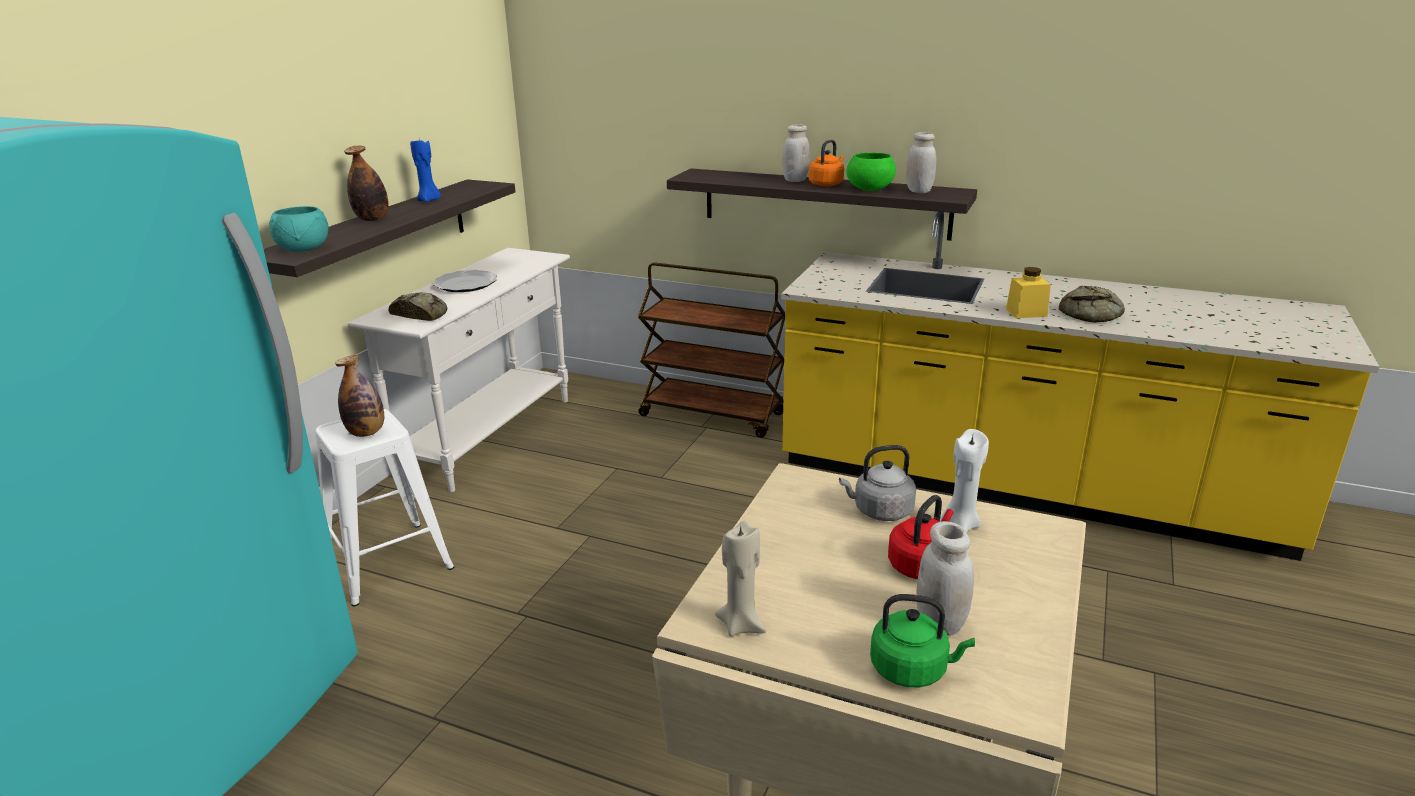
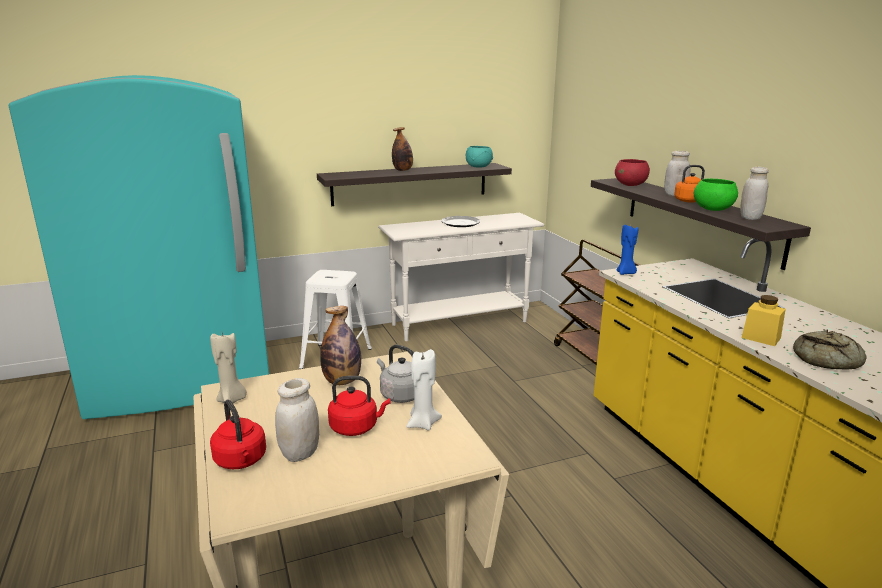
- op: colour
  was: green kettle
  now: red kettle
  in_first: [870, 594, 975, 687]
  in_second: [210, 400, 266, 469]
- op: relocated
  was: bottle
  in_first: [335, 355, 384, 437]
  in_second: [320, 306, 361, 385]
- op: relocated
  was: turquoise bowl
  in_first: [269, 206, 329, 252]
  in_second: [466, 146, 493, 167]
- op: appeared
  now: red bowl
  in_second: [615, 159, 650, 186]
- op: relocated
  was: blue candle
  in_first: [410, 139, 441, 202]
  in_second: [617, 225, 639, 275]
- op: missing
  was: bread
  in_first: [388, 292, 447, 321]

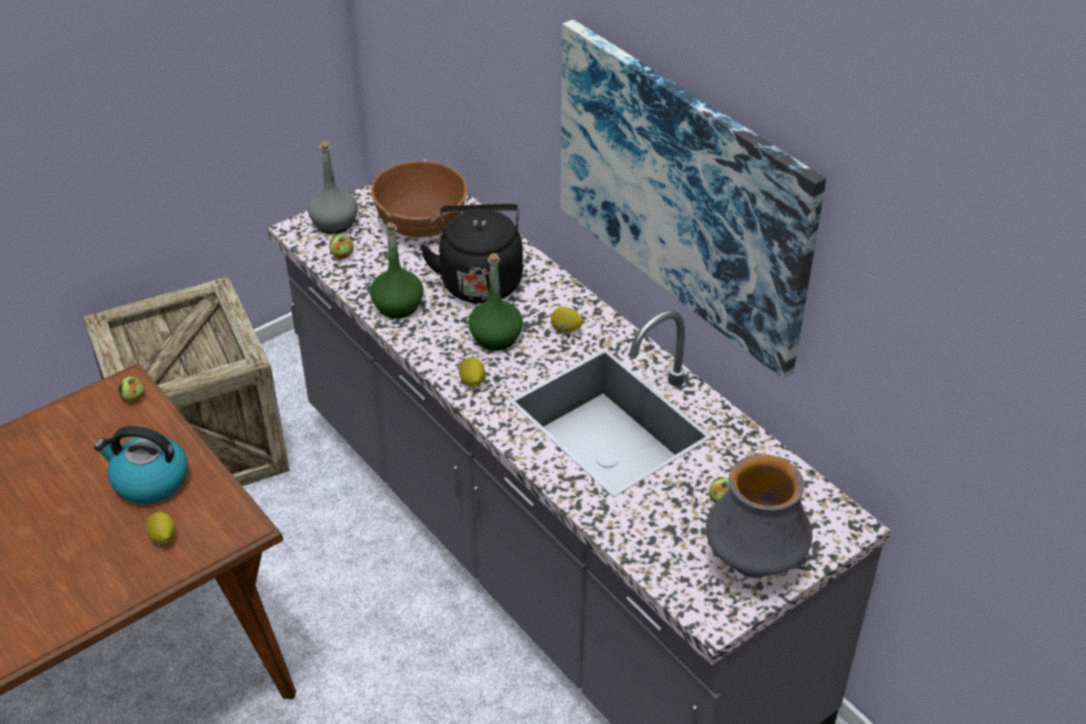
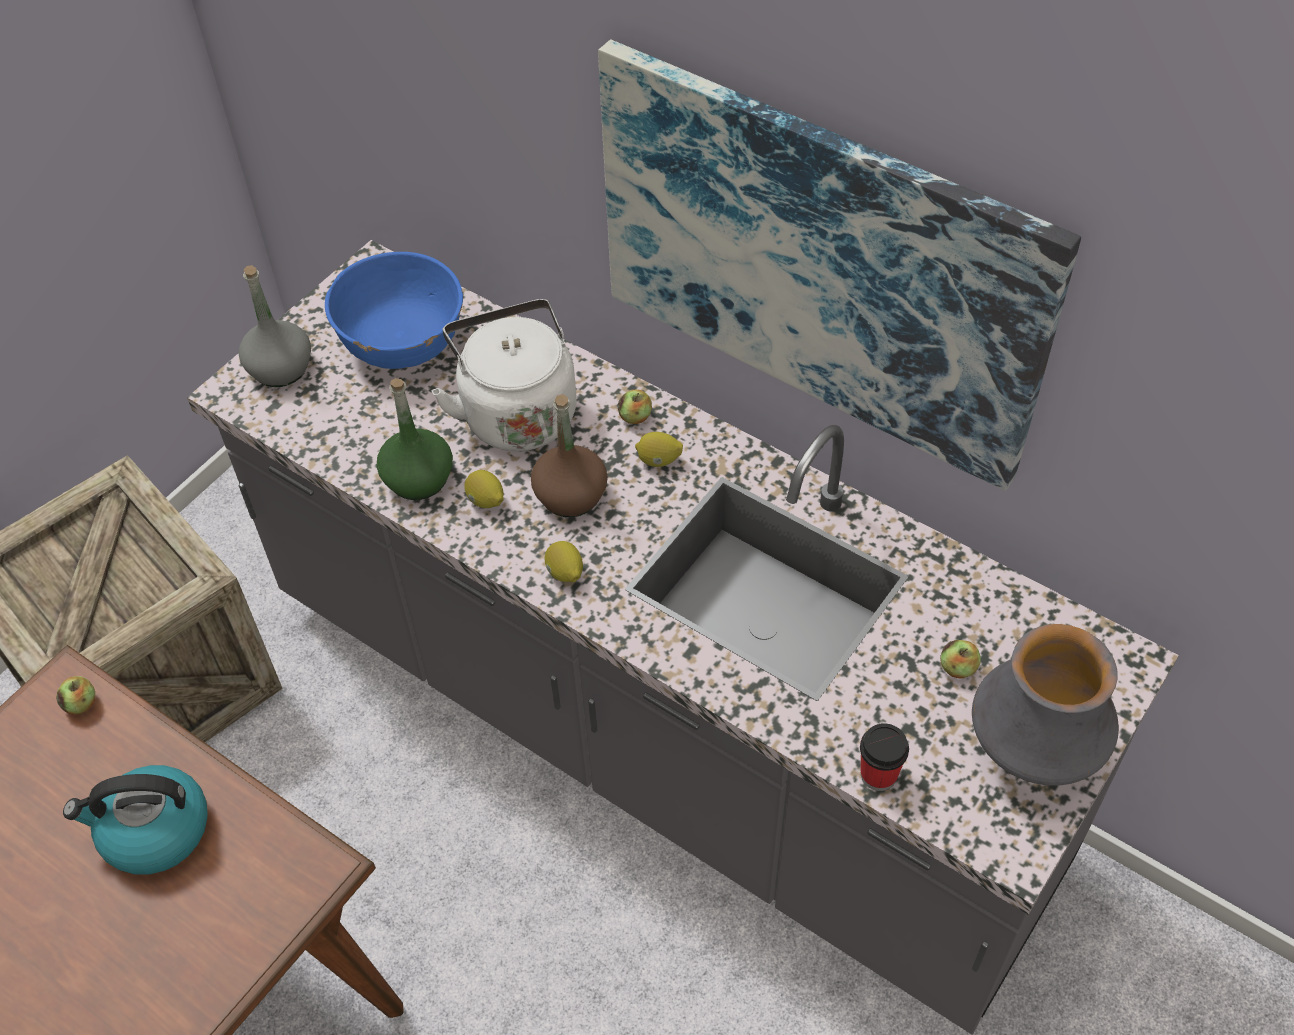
- op: colour
  was: brown bowl
  now: blue bowl
  in_first: [371, 161, 467, 237]
  in_second: [325, 252, 463, 369]
- op: colour
  was: black kettle
  now: white kettle
  in_first: [420, 204, 523, 304]
  in_second: [432, 299, 577, 451]
- op: relocated
  was: lemon
  in_first: [146, 512, 175, 543]
  in_second: [464, 470, 504, 508]
- op: colour
  was: green bottle
  now: brown bottle
  in_first: [468, 253, 523, 351]
  in_second: [531, 394, 608, 517]
- op: relocated
  was: apple
  in_first: [329, 235, 354, 259]
  in_second: [618, 389, 652, 424]
- op: appeared
  now: cup
  in_second: [860, 723, 909, 791]

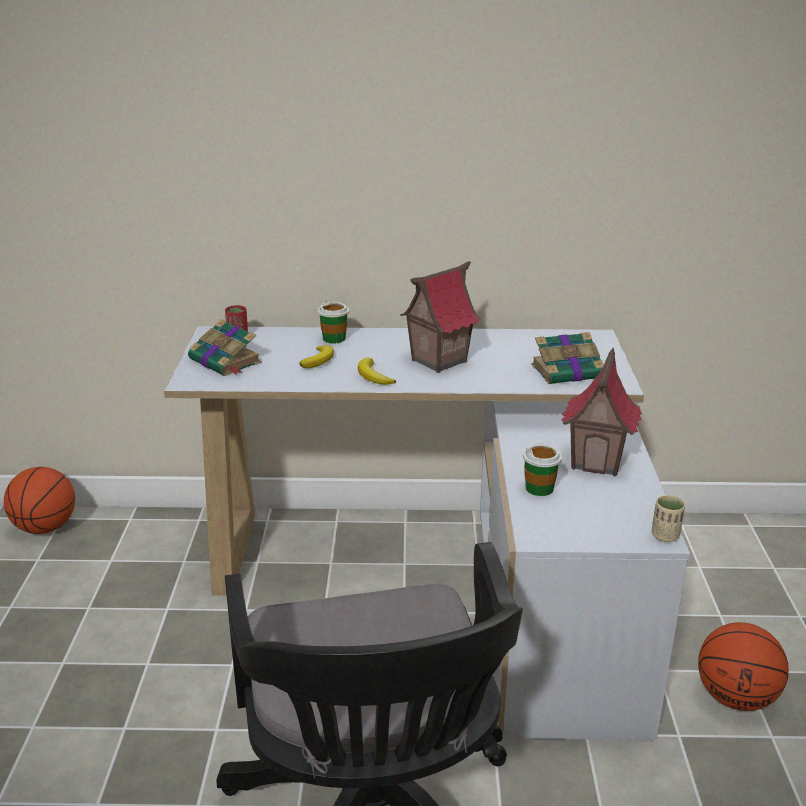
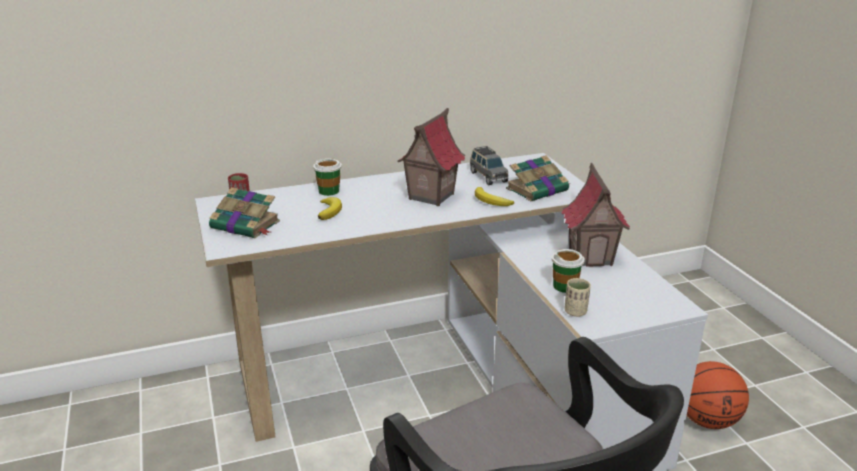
- op: appeared
  now: grey toy car
  in_second: [470, 146, 509, 185]
- op: relocated
  was: banana
  in_first: [358, 358, 396, 385]
  in_second: [475, 187, 514, 206]
- op: relocated
  was: beige cup
  in_first: [652, 495, 685, 542]
  in_second: [564, 278, 591, 317]
- op: missing
  was: basketball
  in_first: [4, 467, 75, 534]

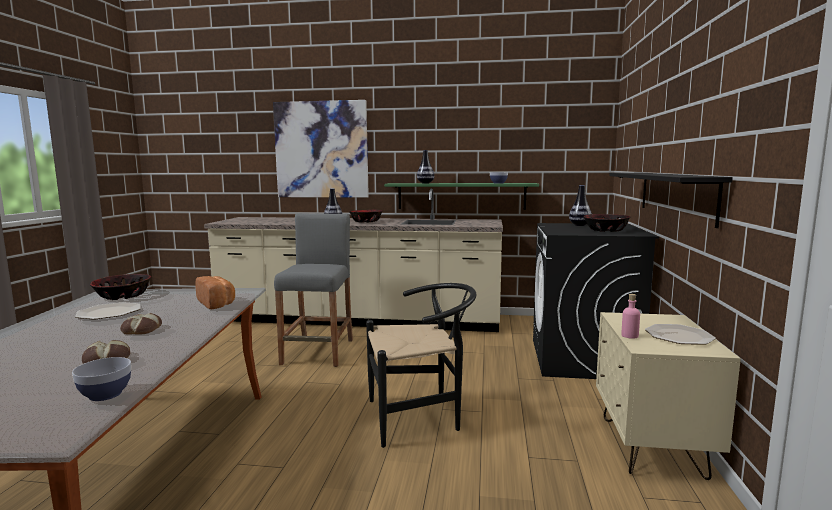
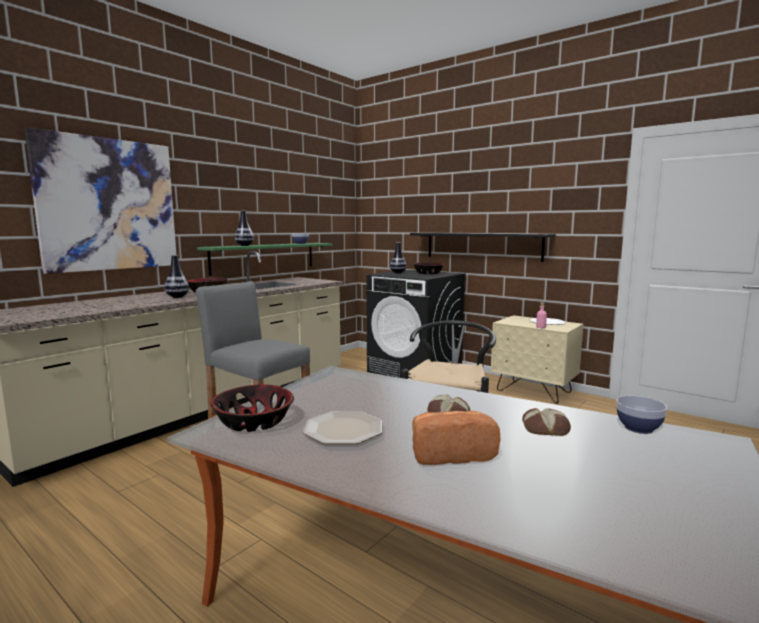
- op: relocated
  was: bread
  in_first: [195, 276, 235, 309]
  in_second: [412, 411, 500, 465]

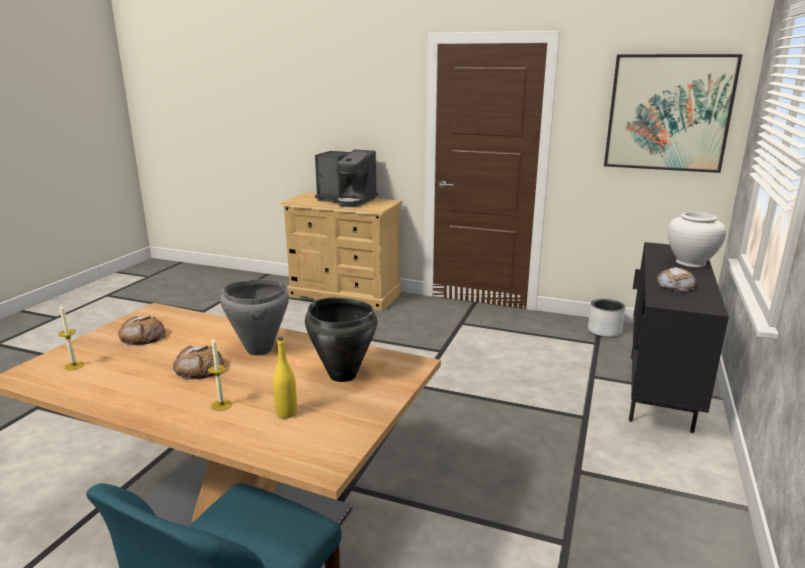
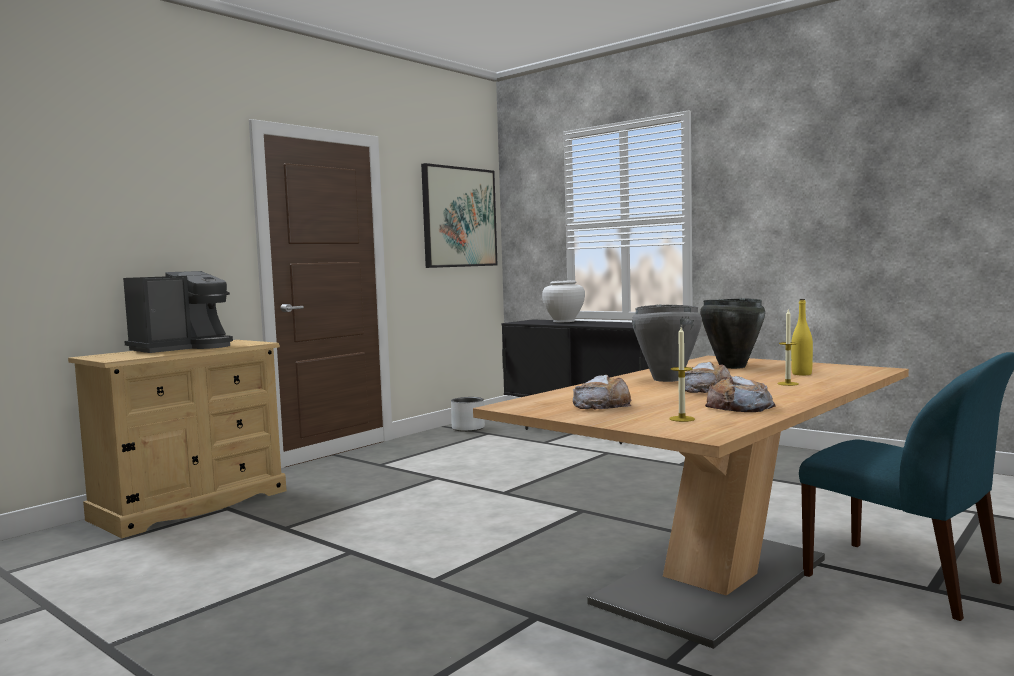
- op: relocated
  was: bread
  in_first: [657, 267, 696, 292]
  in_second: [705, 376, 775, 412]

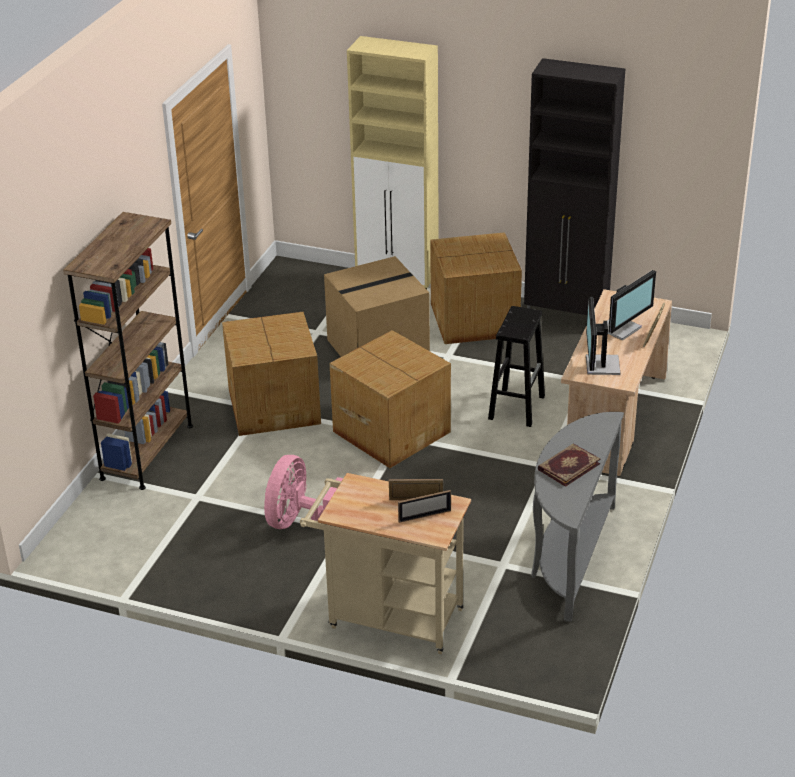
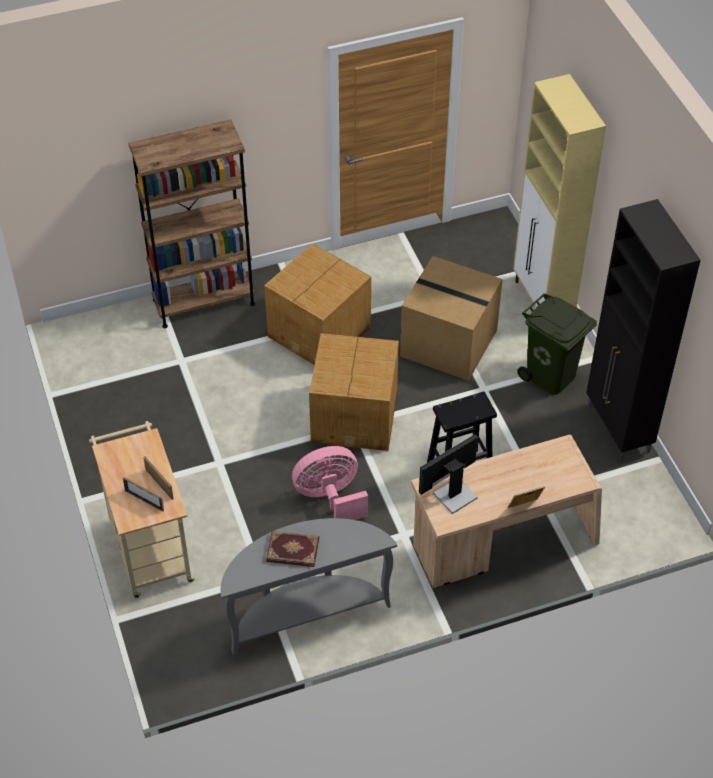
- op: relocated
  was: pink fan
  in_first: [264, 455, 343, 529]
  in_second: [292, 446, 368, 520]
- op: exchanged
  was: cardboard box
  now: green trash can
  in_first: [430, 232, 522, 344]
  in_second: [517, 293, 597, 394]
- op: missing
  was: monitor
  in_first: [607, 270, 656, 340]

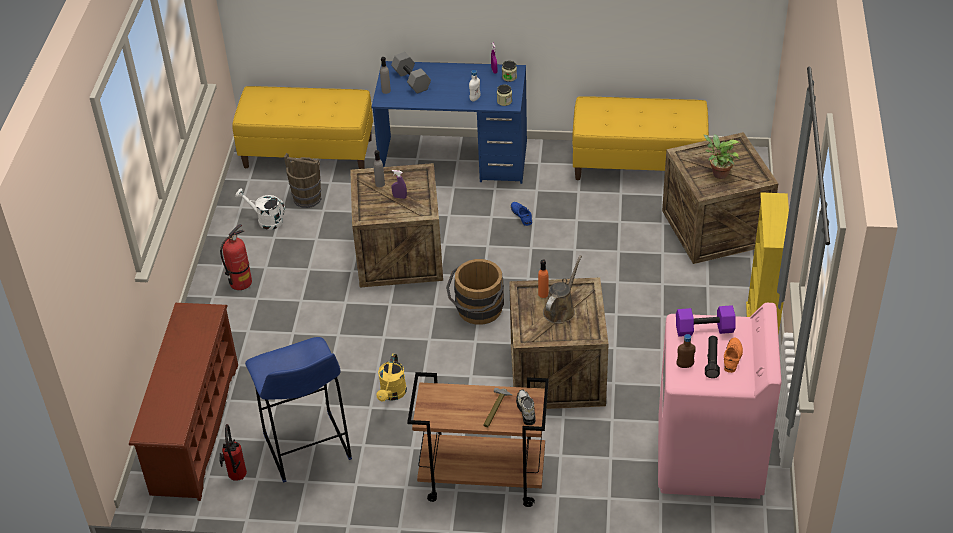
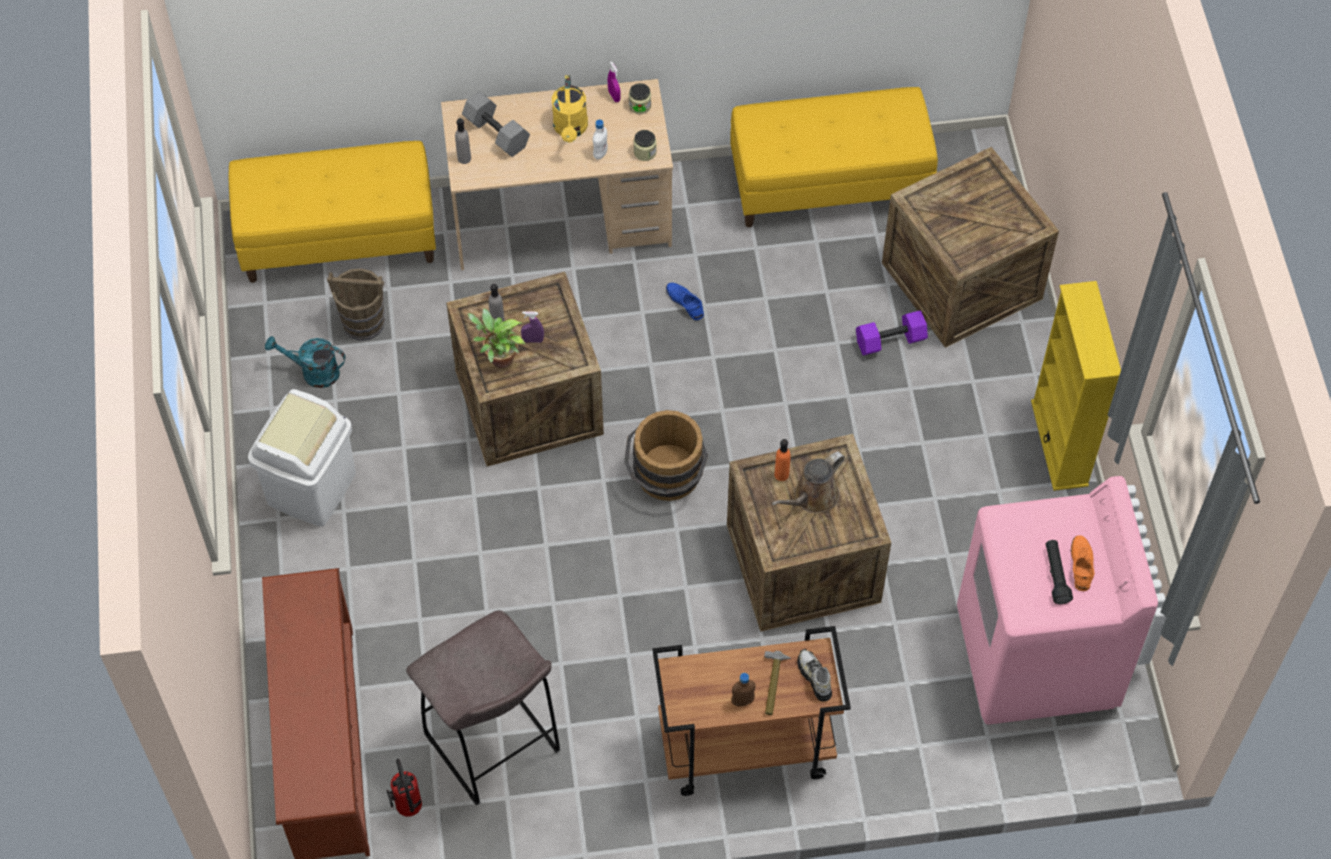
- op: exchanged
  was: fire extinguisher
  now: white trash can
  in_first: [220, 224, 252, 290]
  in_second: [248, 389, 356, 526]
- op: colour
  was: white watering can
  now: turquoise watering can
  in_first: [235, 188, 286, 230]
  in_second: [265, 336, 345, 388]
- op: colour
  was: blue stool
  now: grey stool
  in_first: [245, 337, 352, 483]
  in_second: [406, 610, 561, 805]
- op: colour
  was: blue desk
  now: beige desk
  in_first: [372, 61, 527, 184]
  in_second: [441, 79, 673, 270]
- op: relocated
  was: potted plant
  in_first: [704, 134, 740, 179]
  in_second: [467, 309, 525, 368]
- op: relocated
  was: yellow watering can
  in_first: [376, 354, 407, 401]
  in_second: [552, 75, 588, 143]
- op: relocated
  was: brown bottle
  in_first: [677, 334, 696, 368]
  in_second: [731, 673, 756, 706]
- op: spun
  was: brown watering can
  in_first: [543, 255, 582, 324]
  in_second: [772, 451, 845, 513]
  clockwise: -150
- op: relocated
  was: purple dumbbell
  in_first: [676, 305, 736, 337]
  in_second: [856, 310, 928, 356]

